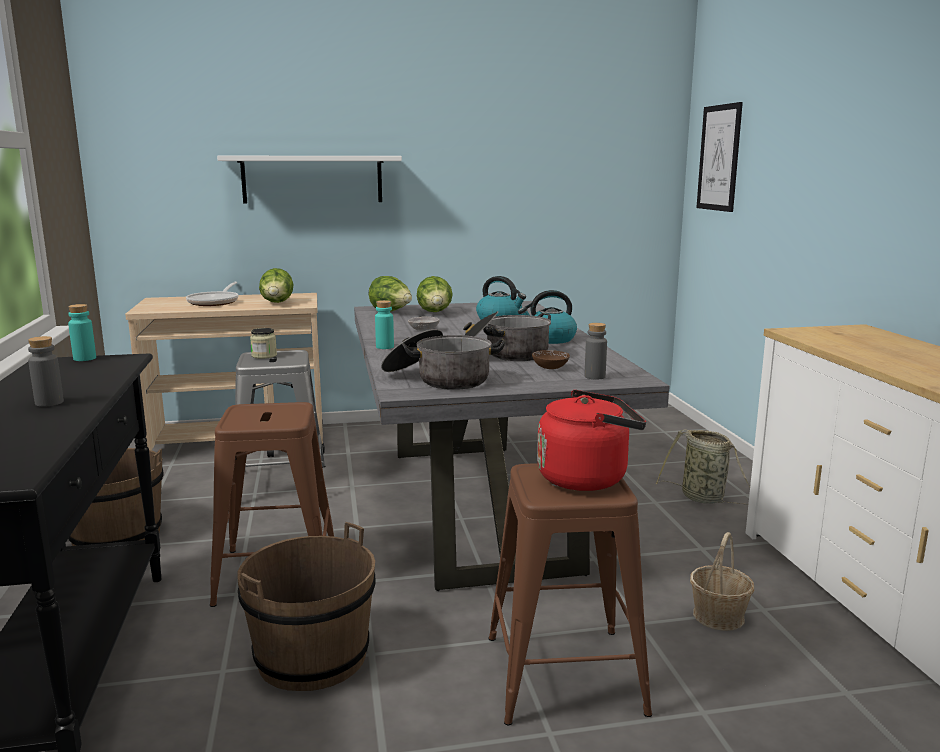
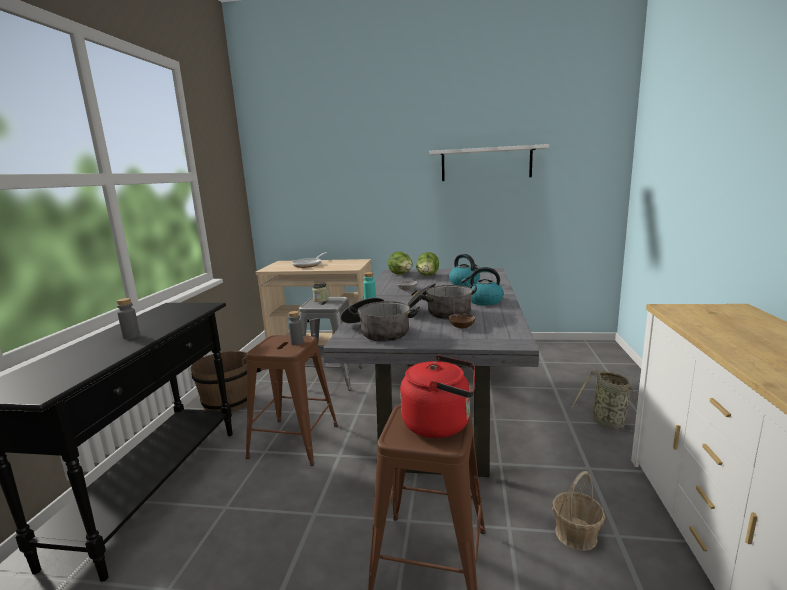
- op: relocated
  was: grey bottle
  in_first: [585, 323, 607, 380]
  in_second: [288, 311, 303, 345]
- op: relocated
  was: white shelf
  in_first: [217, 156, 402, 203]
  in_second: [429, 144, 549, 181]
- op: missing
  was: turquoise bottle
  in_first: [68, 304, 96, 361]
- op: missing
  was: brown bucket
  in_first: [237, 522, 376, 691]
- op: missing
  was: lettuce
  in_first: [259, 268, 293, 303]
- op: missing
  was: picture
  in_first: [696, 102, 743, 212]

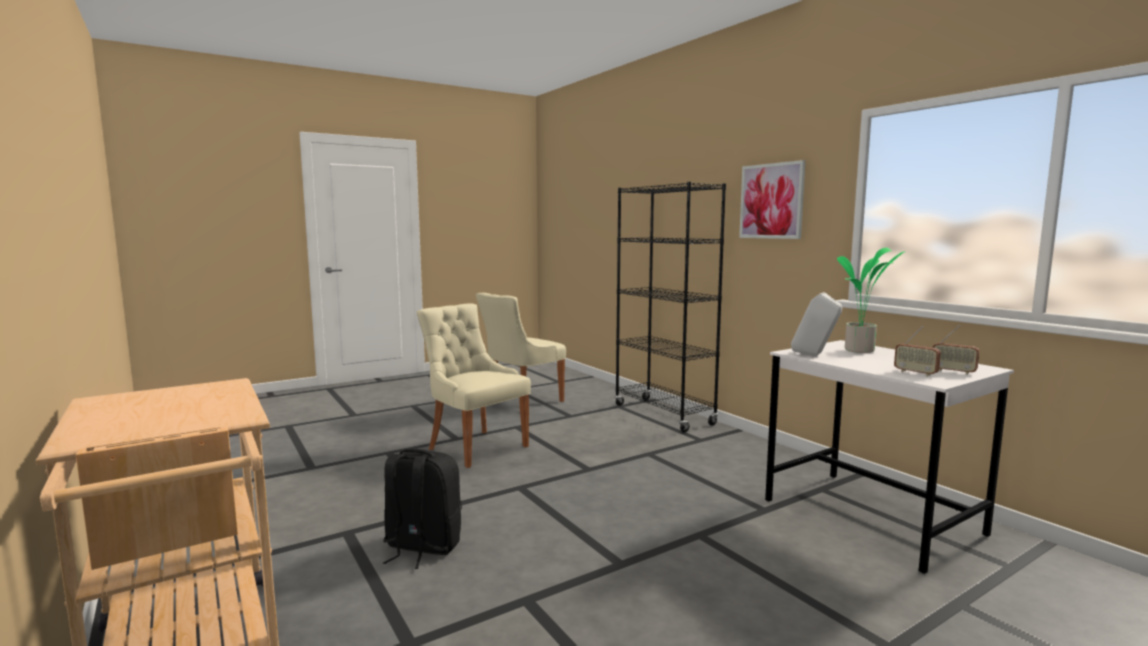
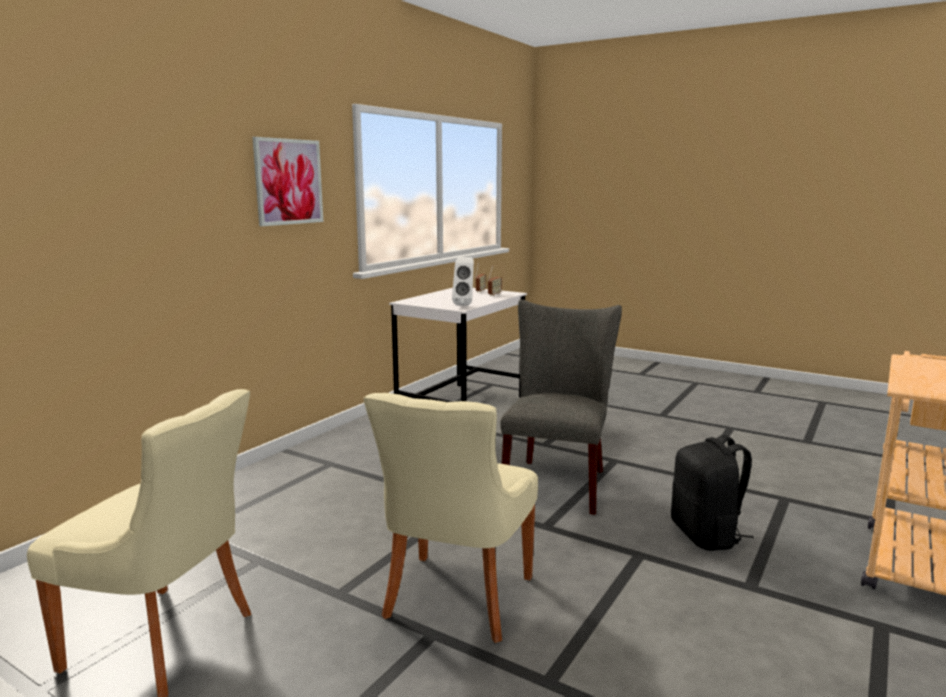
- op: appeared
  now: grey chair
  in_second: [500, 300, 622, 515]
- op: missing
  was: black bookcase
  in_first: [615, 182, 726, 432]
- op: missing
  was: potted plant
  in_first: [837, 248, 905, 353]

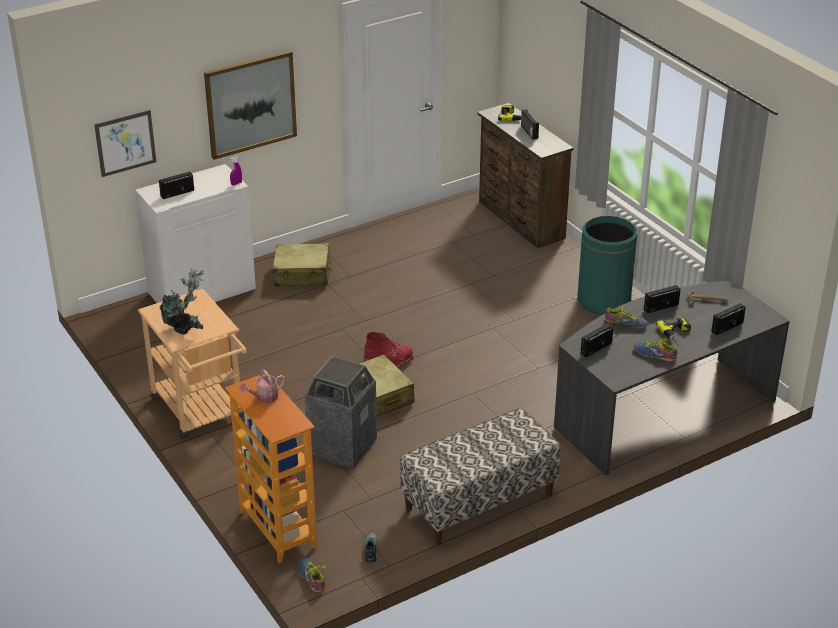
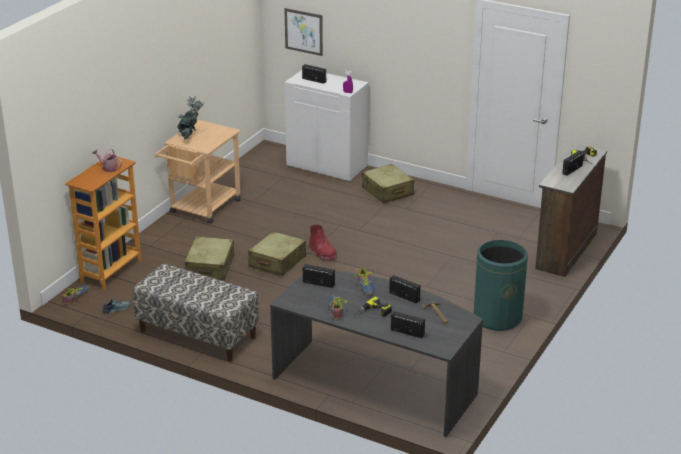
- op: exchanged
  was: trash can
  now: beige suitcase
  in_first: [304, 356, 377, 469]
  in_second: [185, 236, 234, 281]
- op: missing
  was: picture
  in_first: [204, 51, 297, 160]

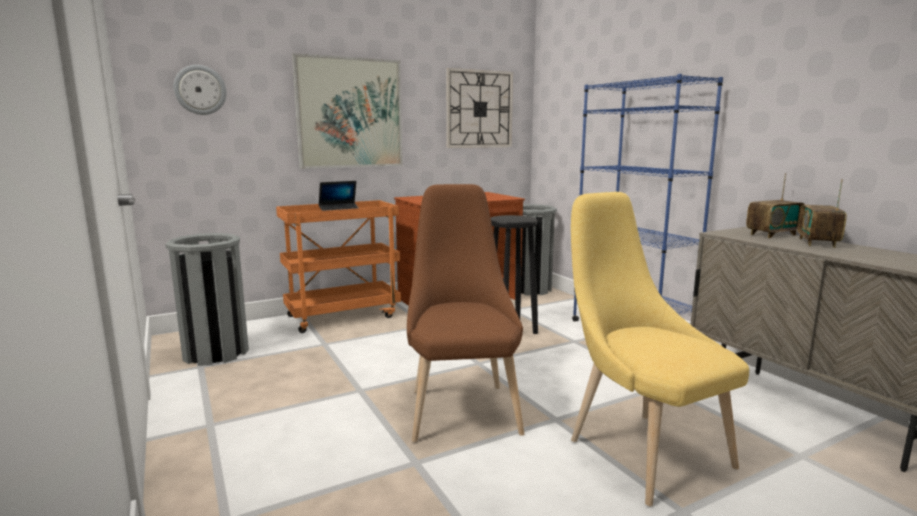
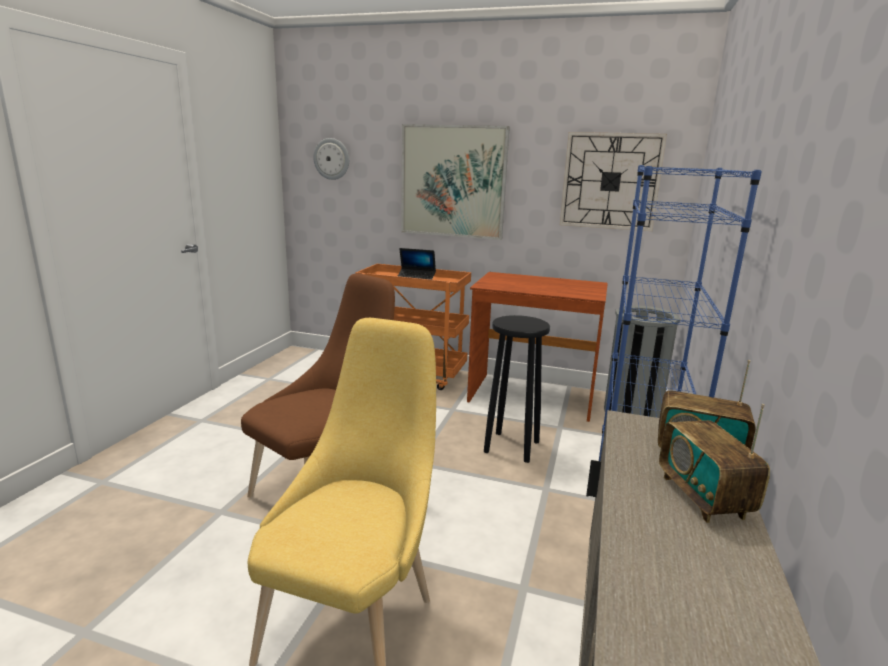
- op: spun
  was: radio
  in_first: [797, 179, 847, 248]
  in_second: [659, 404, 770, 523]
  clockwise: -75
- op: missing
  was: grey trash can
  in_first: [165, 233, 249, 366]

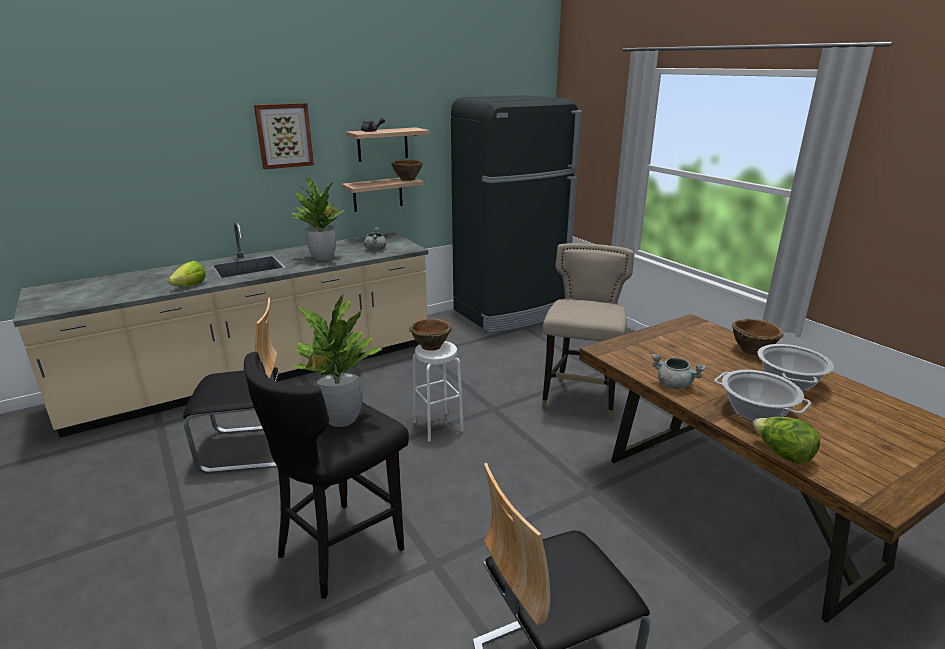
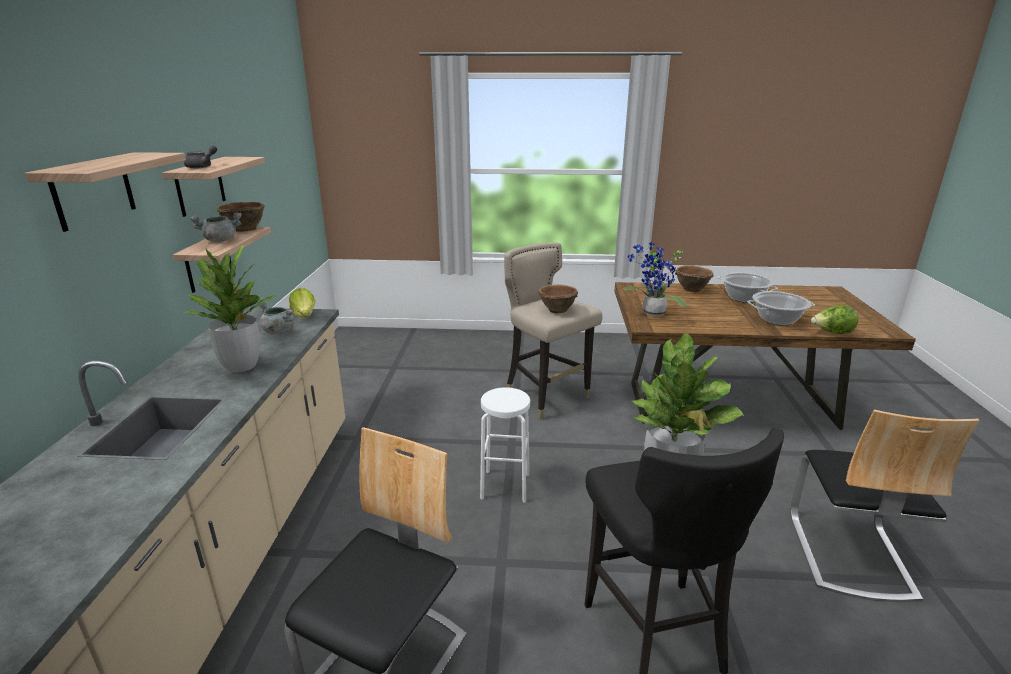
- op: exchanged
  was: picture
  now: shelf
  in_first: [254, 103, 314, 169]
  in_second: [25, 152, 186, 232]
- op: relocated
  was: grey cooking pot
  in_first: [652, 354, 706, 389]
  in_second: [190, 212, 242, 242]
- op: relocated
  was: lettuce
  in_first: [168, 261, 206, 286]
  in_second: [289, 288, 315, 318]
- op: relocated
  was: brown bowl
  in_first: [409, 318, 451, 351]
  in_second: [539, 285, 578, 313]
- op: appeared
  now: potted plant
  in_second: [623, 242, 687, 317]
- op: missing
  was: black fridge
  in_first: [451, 95, 582, 333]

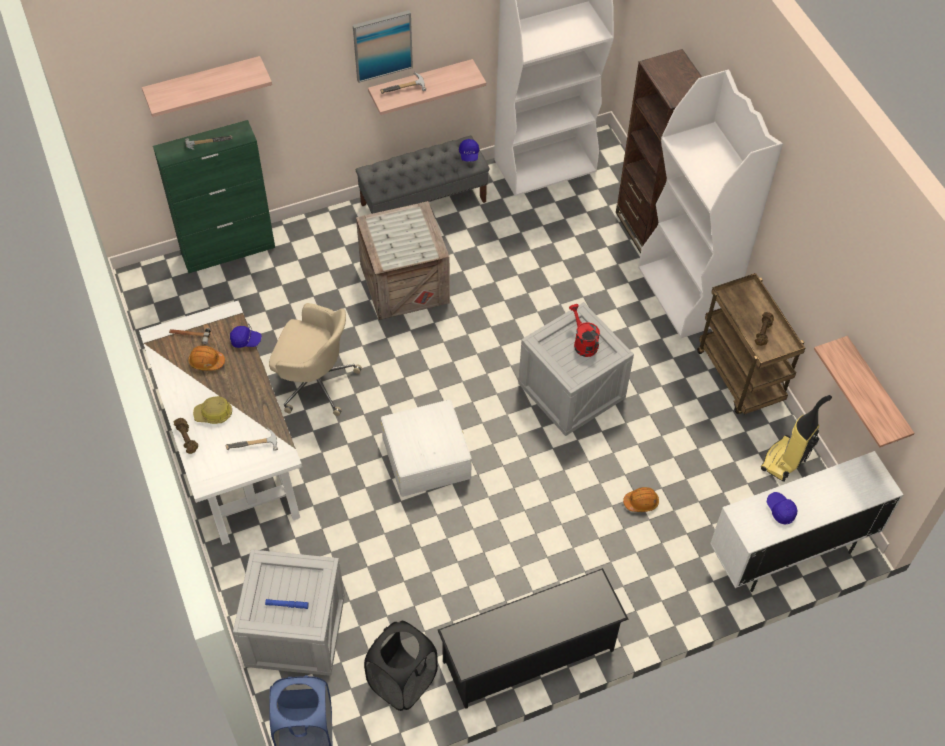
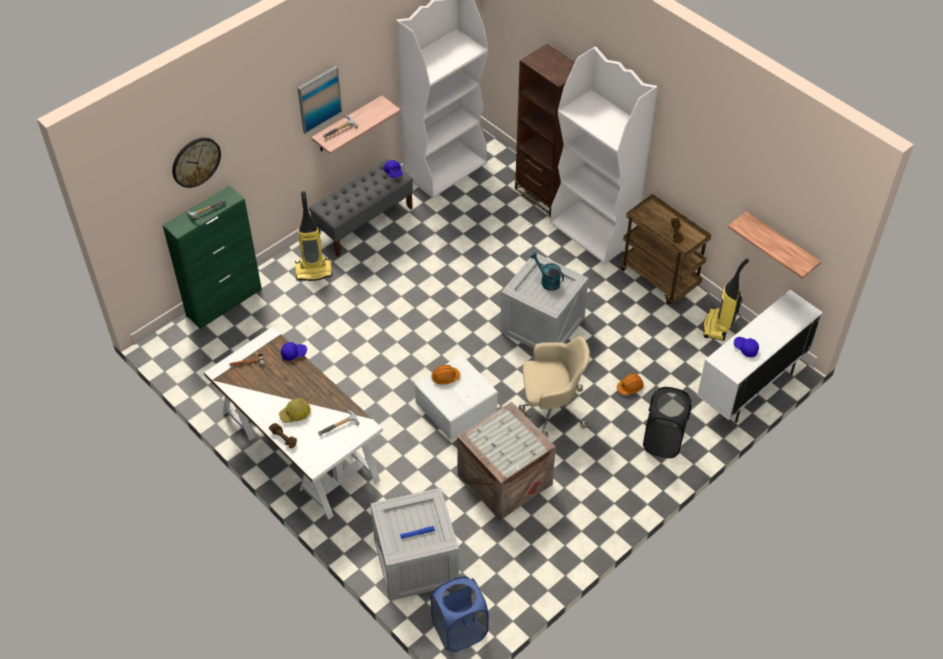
- op: exchanged
  was: shelf
  now: wall clock
  in_first: [142, 56, 272, 117]
  in_second: [172, 138, 221, 188]
- op: appeared
  now: vacuum cleaner
  in_second: [295, 191, 333, 281]
- op: relocated
  was: orange hard hat
  in_first: [188, 346, 225, 371]
  in_second: [431, 365, 460, 385]
- op: relocated
  was: crate
  in_first: [356, 201, 450, 320]
  in_second: [457, 402, 556, 520]
- op: relocated
  was: beige office chair
  in_first: [269, 303, 362, 416]
  in_second: [519, 337, 590, 438]
- op: colour
  was: red watering can
  now: turquoise watering can
  in_first: [569, 304, 600, 357]
  in_second: [530, 252, 564, 291]
- op: relocated
  was: black laundry basket
  in_first: [364, 621, 438, 711]
  in_second: [643, 387, 692, 458]
- op: missing
  was: black shoe rack
  in_first: [438, 568, 629, 709]

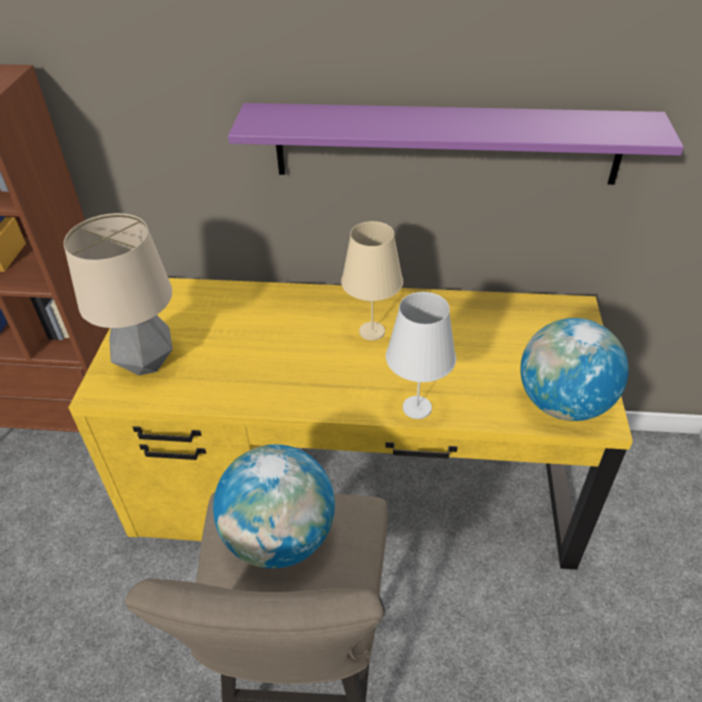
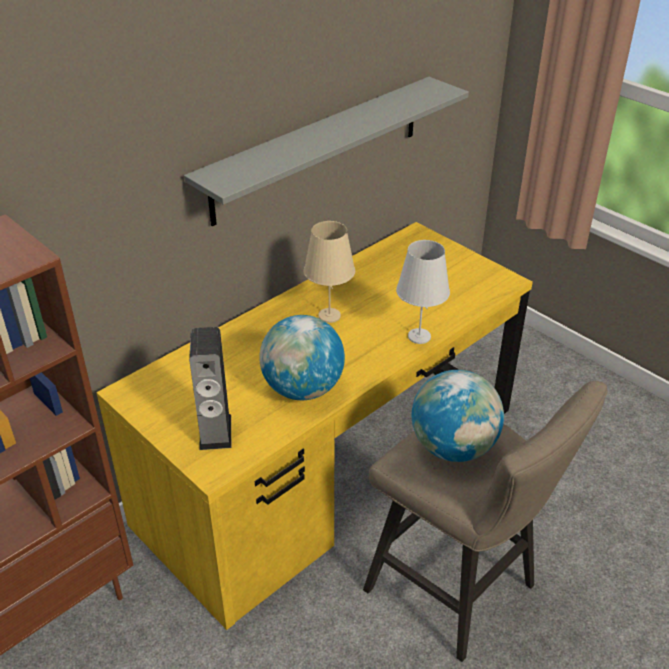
- op: colour
  was: purple shelf
  now: grey shelf
  in_first: [228, 103, 684, 185]
  in_second: [184, 77, 469, 226]
- op: exchanged
  was: table lamp
  now: speaker
  in_first: [64, 213, 173, 376]
  in_second: [189, 327, 231, 450]
- op: relocated
  was: globe
  in_first: [520, 318, 629, 421]
  in_second: [259, 315, 345, 400]

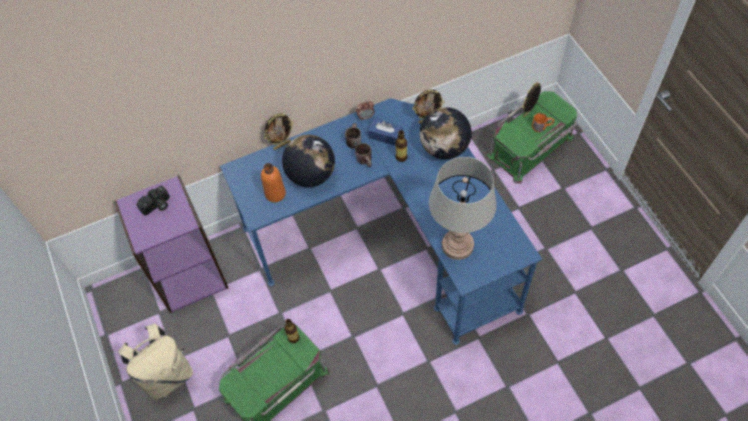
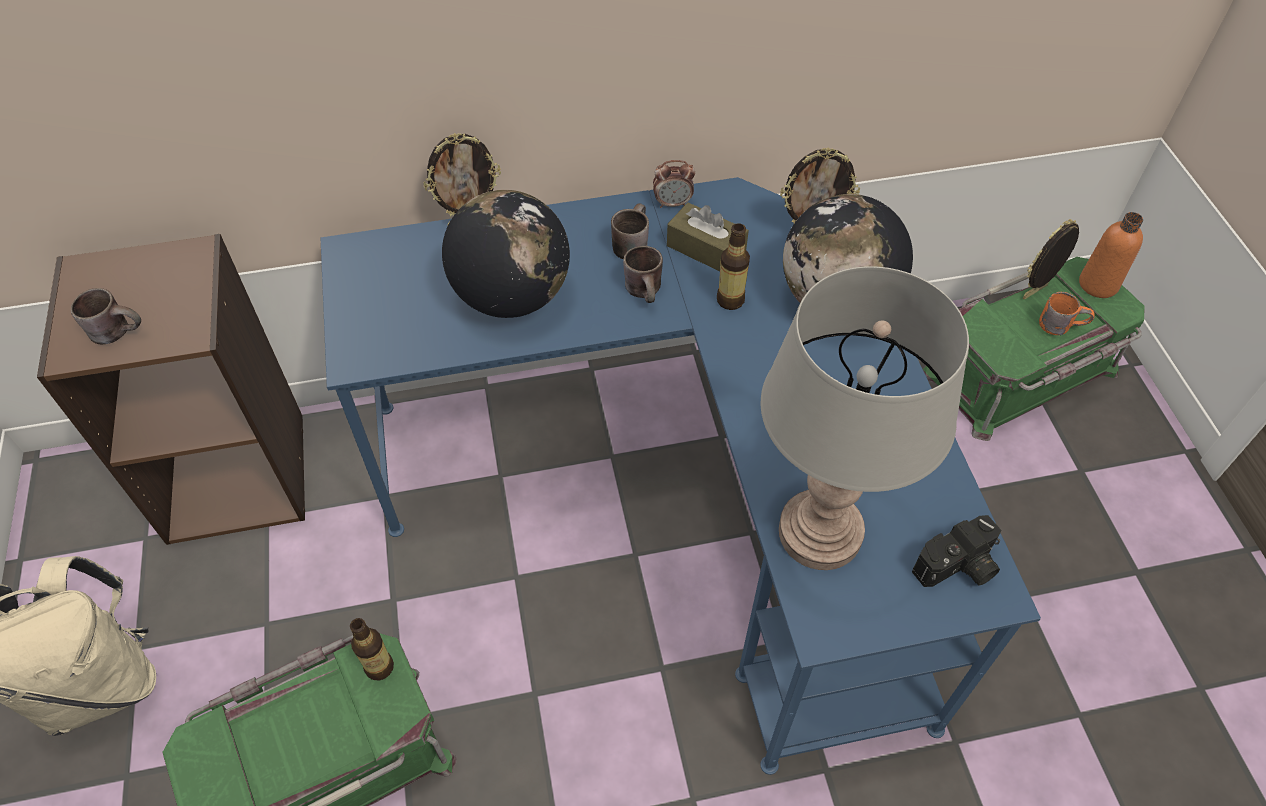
- op: colour
  was: purple bookcase
  now: brown bookcase
  in_first: [114, 175, 228, 313]
  in_second: [37, 234, 305, 545]
- op: appeared
  now: brown mug
  in_second: [71, 288, 141, 345]
- op: colour
  was: blue tissue box
  now: brown tissue box
  in_first: [368, 118, 402, 146]
  in_second: [667, 202, 749, 271]
- op: relocated
  was: photo camera
  in_first: [136, 186, 170, 216]
  in_second: [912, 515, 1002, 587]
- op: relocated
  was: orange bottle
  in_first: [261, 163, 286, 202]
  in_second: [1079, 212, 1143, 298]

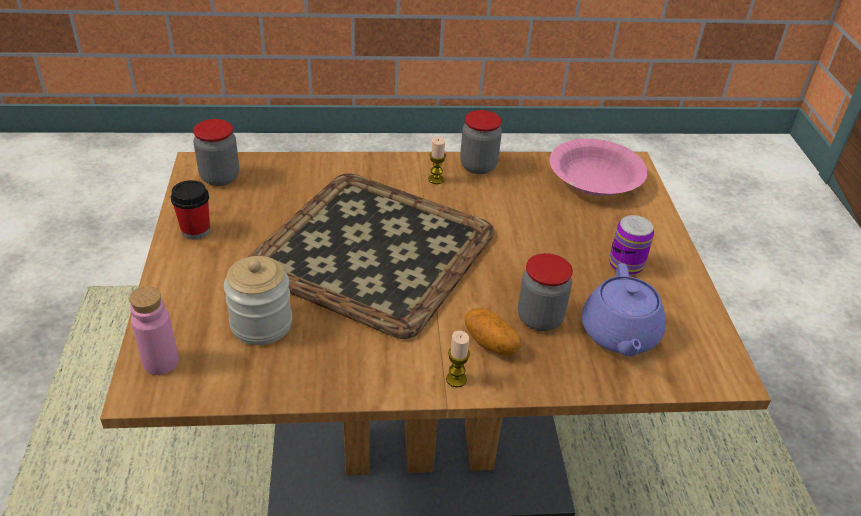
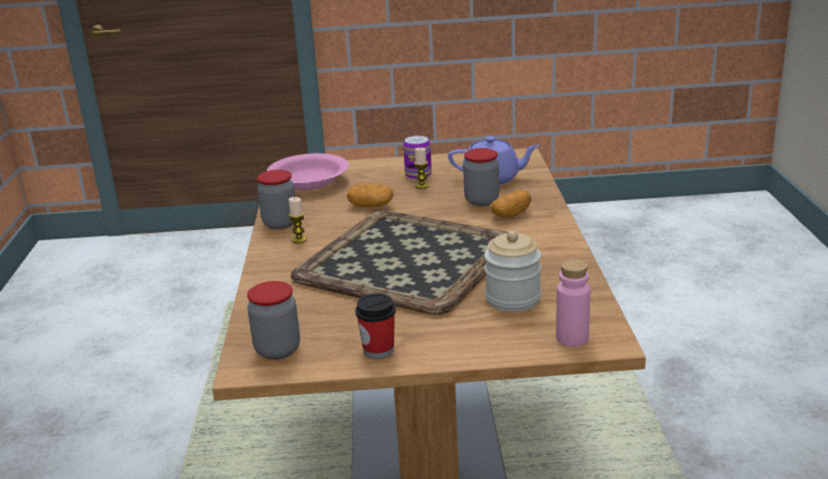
- op: appeared
  now: potato
  in_second: [347, 183, 393, 207]
- op: relocated
  was: candle
  in_first: [446, 331, 470, 387]
  in_second: [414, 148, 429, 189]

